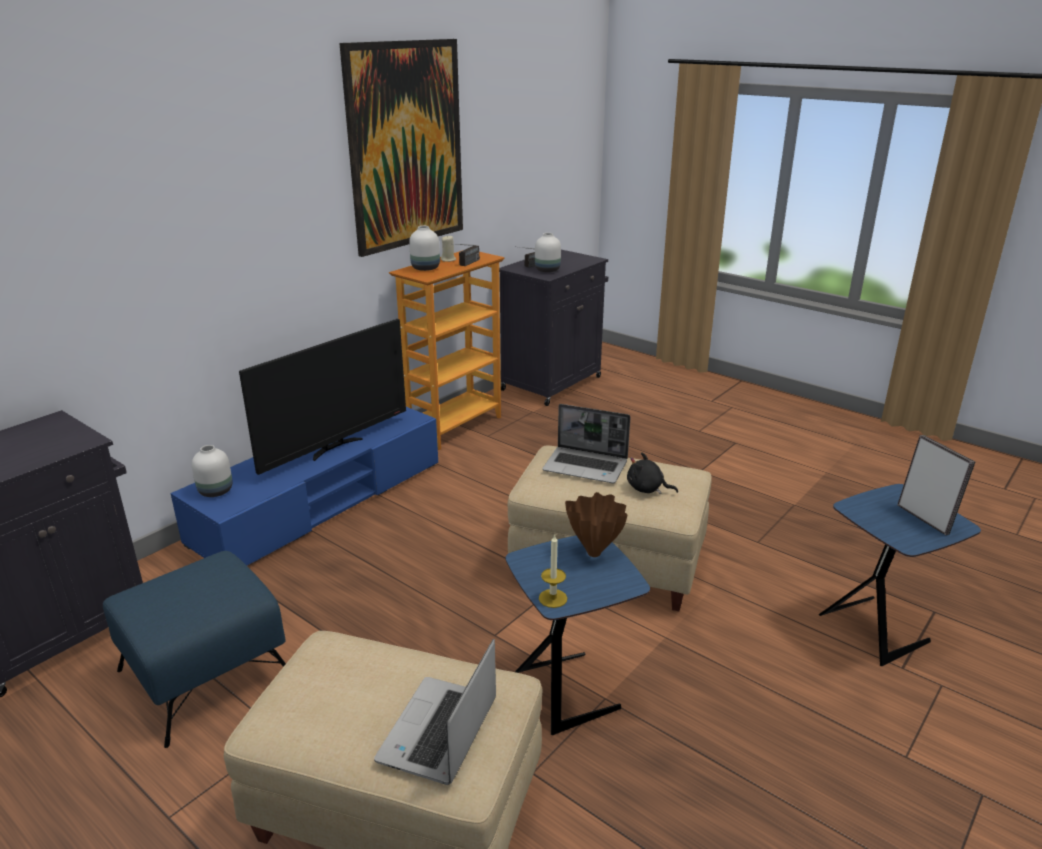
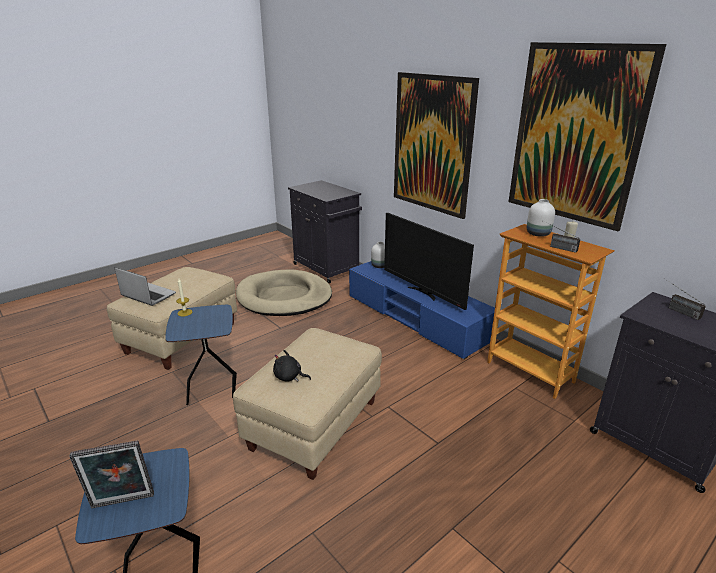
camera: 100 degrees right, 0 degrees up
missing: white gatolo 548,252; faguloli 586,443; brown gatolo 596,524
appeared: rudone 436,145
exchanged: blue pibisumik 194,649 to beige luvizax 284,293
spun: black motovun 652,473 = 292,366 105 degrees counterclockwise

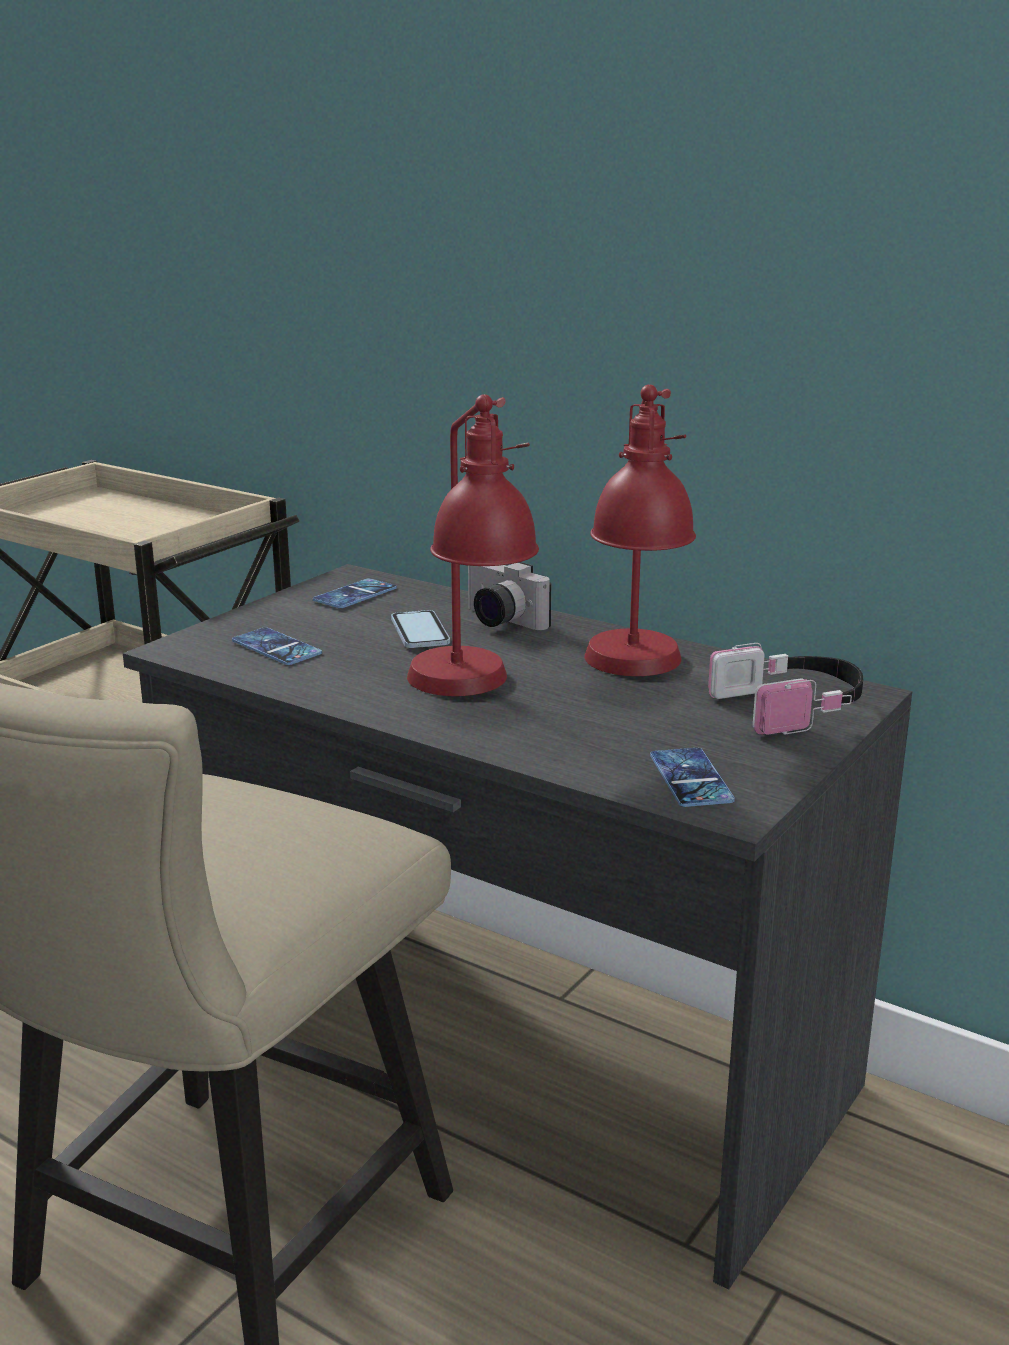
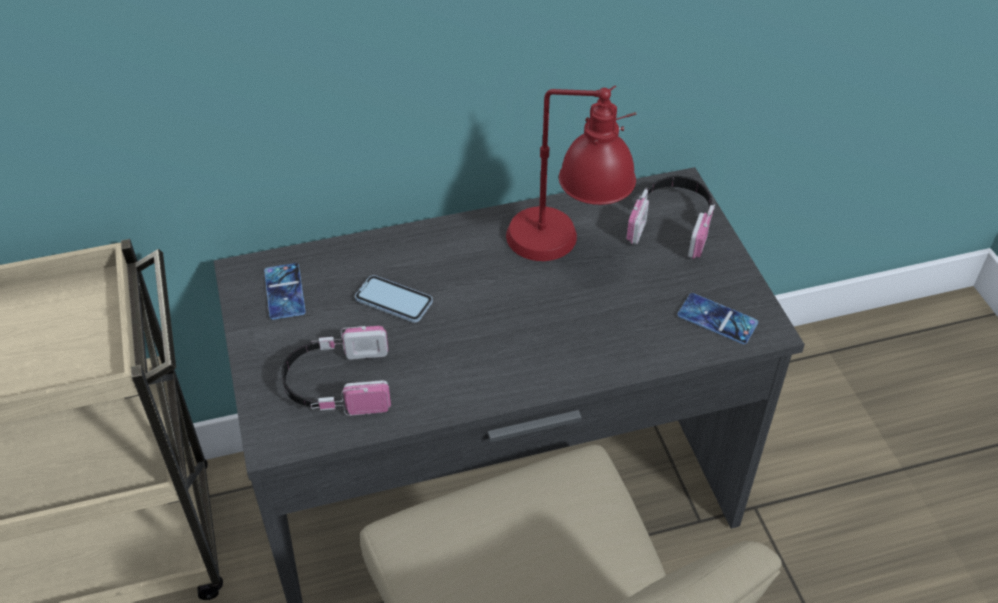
camera: 50 degrees left, 25 degrees up
missing: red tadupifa 473,545; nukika 508,596
exchanged: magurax 277,646 to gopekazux 336,371

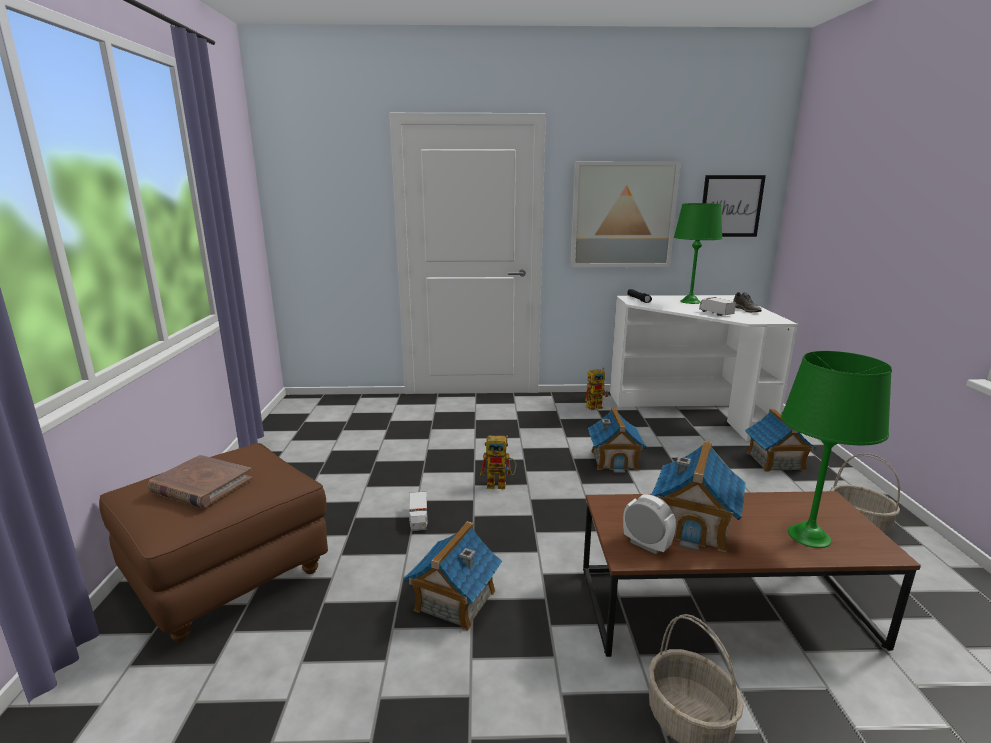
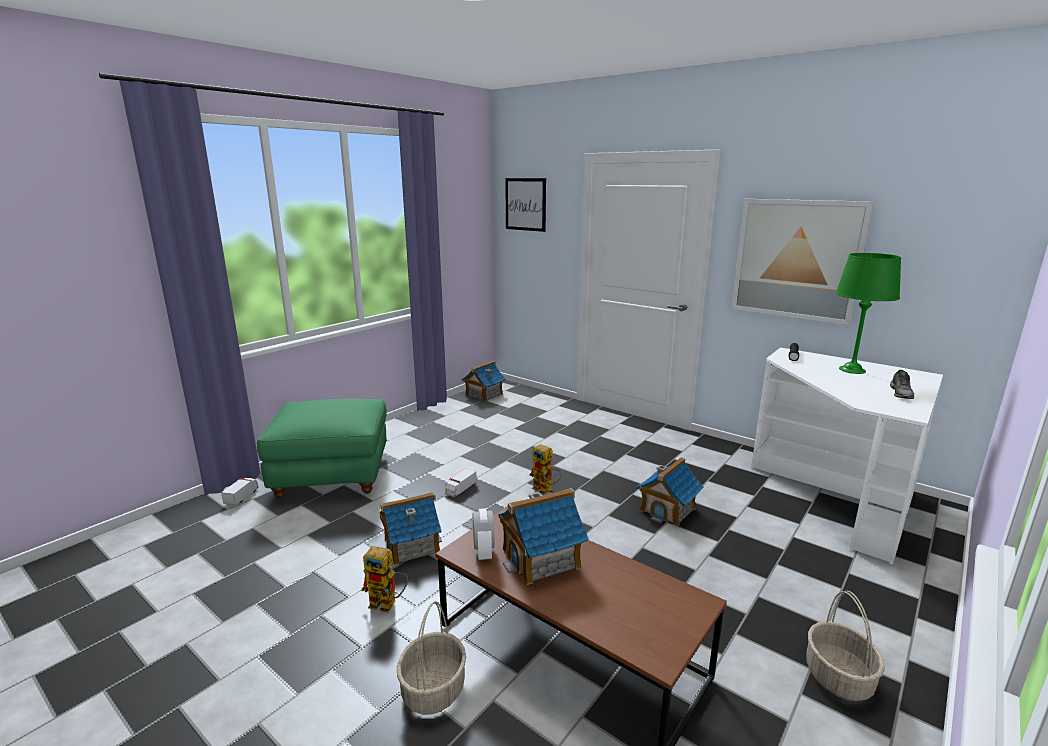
camera: 40 degrees right, 0 degrees up
missing: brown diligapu 200,481; green tadupifa 836,449
relocated: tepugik 597,389 to 384,579; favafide 717,306 to 239,491; rudone 734,206 to 525,205; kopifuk 781,440 to 484,381
colour: brown pibisumik 213,543 to green pibisumik 322,449

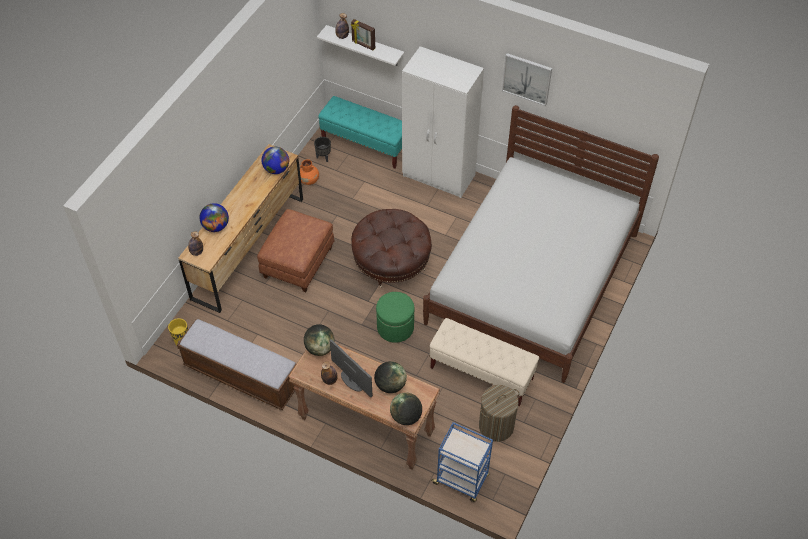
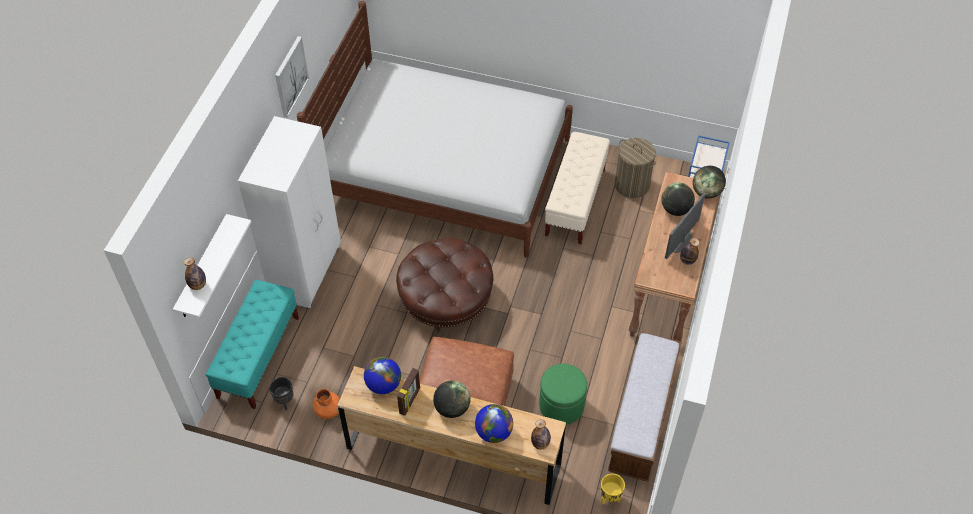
camera: 100 degrees left, 0 degrees up
relocated: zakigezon 319,340 to 452,399; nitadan 363,35 to 408,392; green pibisumik 395,317 to 563,394

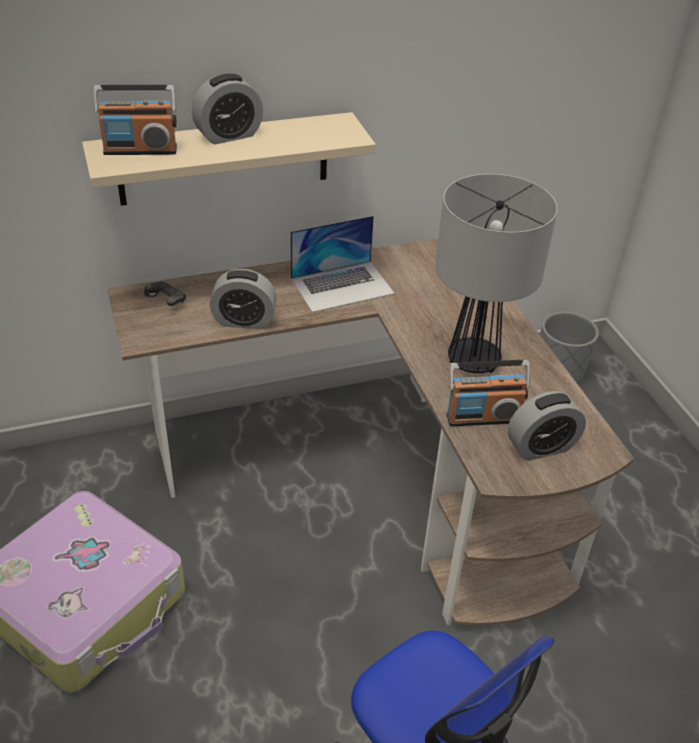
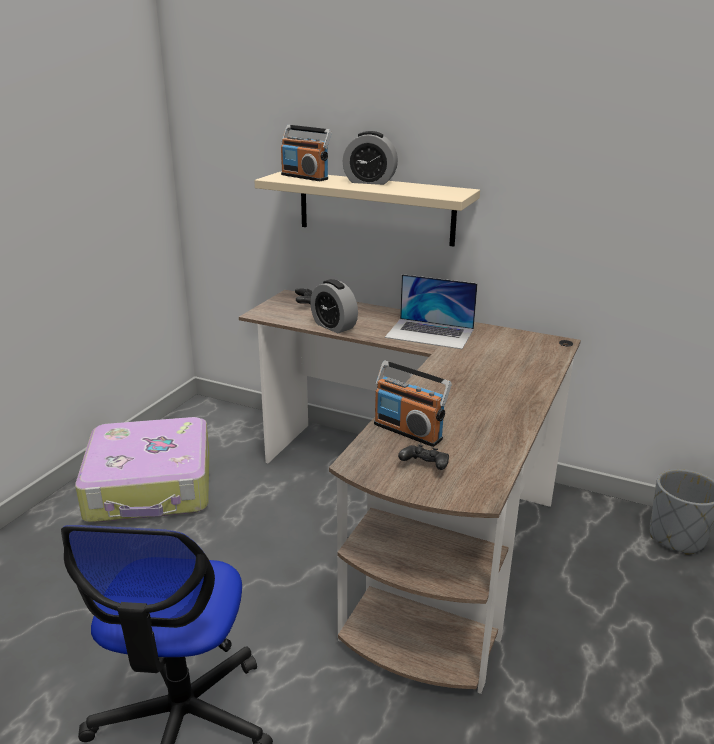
camera: 45 degrees right, 15 degrees down
missing: tadupifa 496,273
exchanged: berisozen 547,426 to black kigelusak 423,457

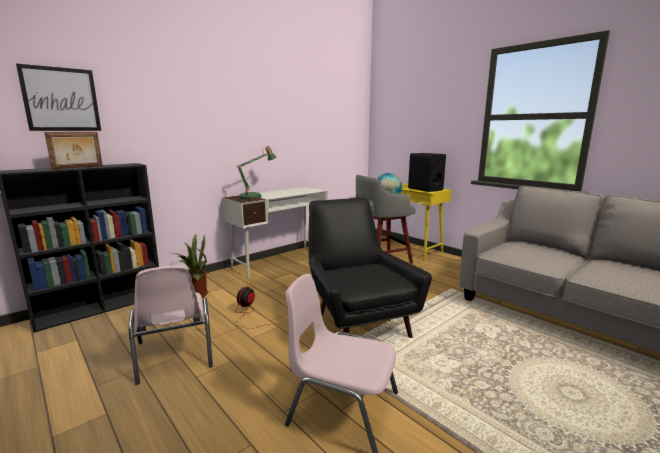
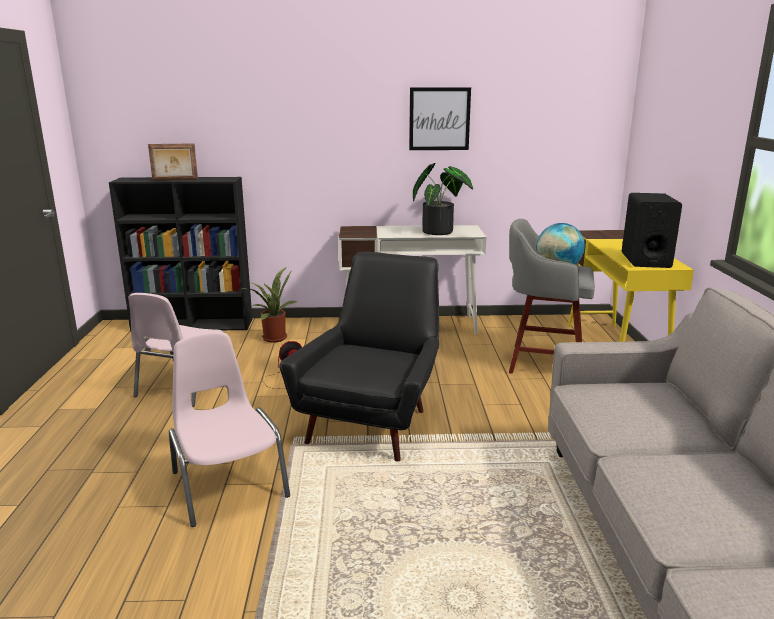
camera: 40 degrees right, 5 degrees up
missing: tadupifa 256,172
appeared: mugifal 443,199
relocated: rudone 58,97 to 440,118

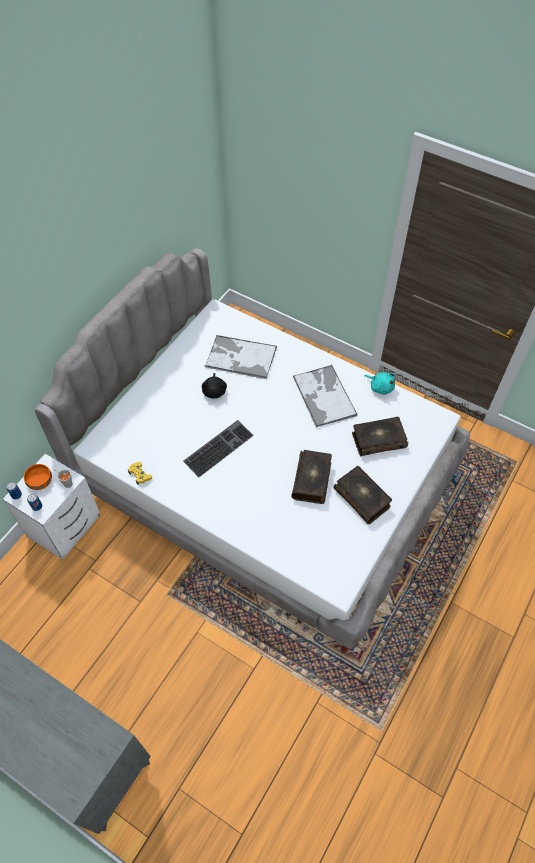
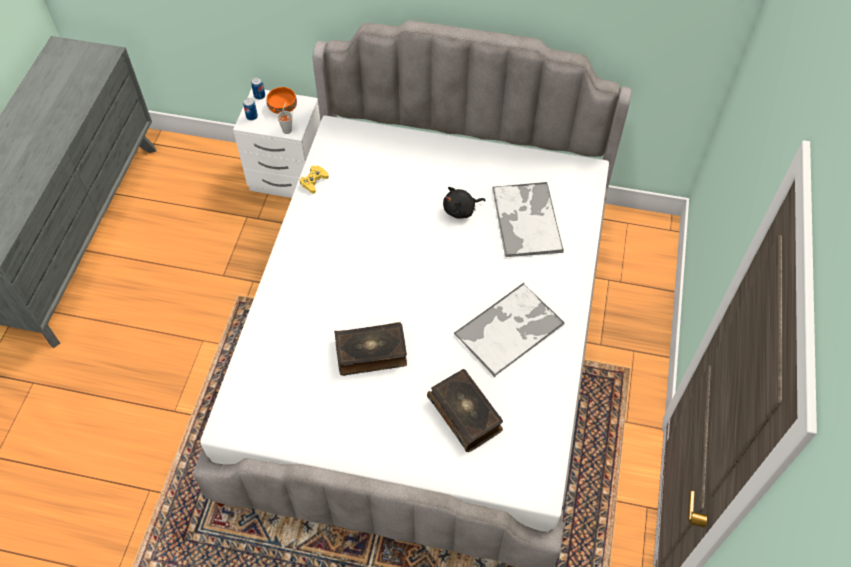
camera: 70 degrees right, 0 degrees up
missing: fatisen 218,448; diligapu 363,495; turquoise motovun 380,383

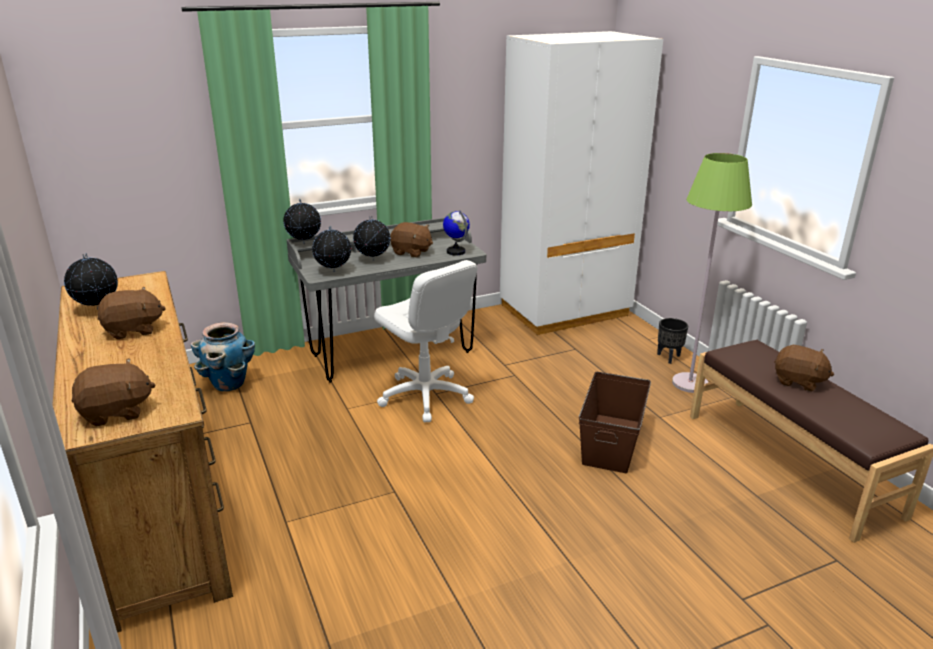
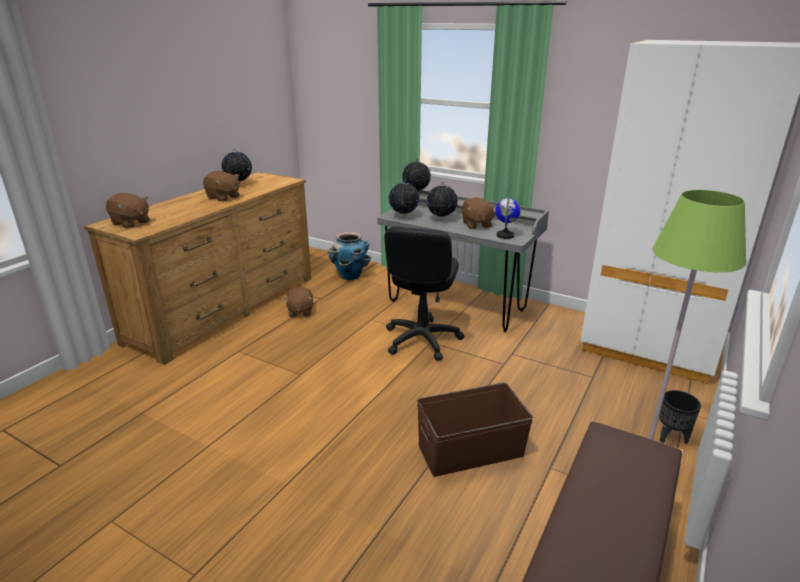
camera: 55 degrees right, 0 degrees up
relocated: brown motovun 804,368 to 298,302
colour: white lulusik 426,341 to black lulusik 424,293

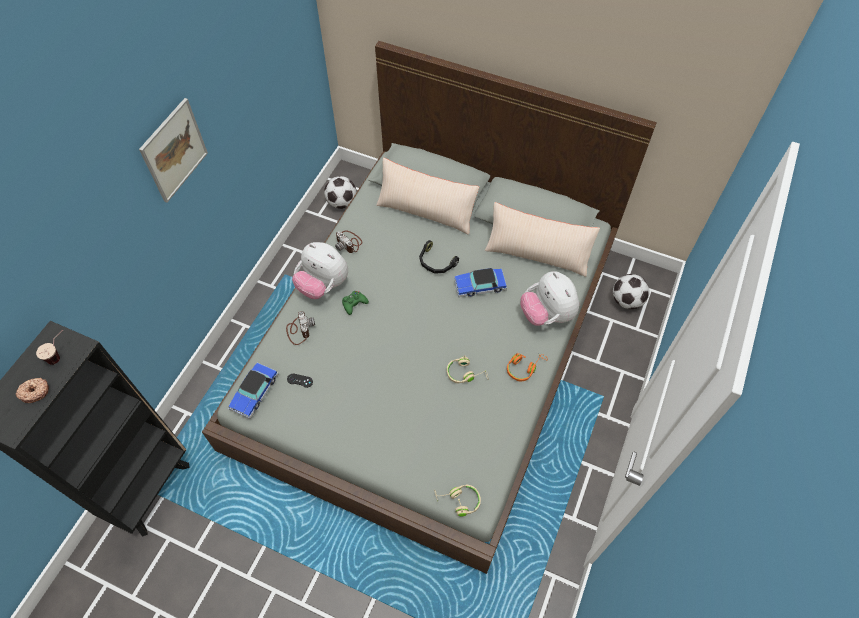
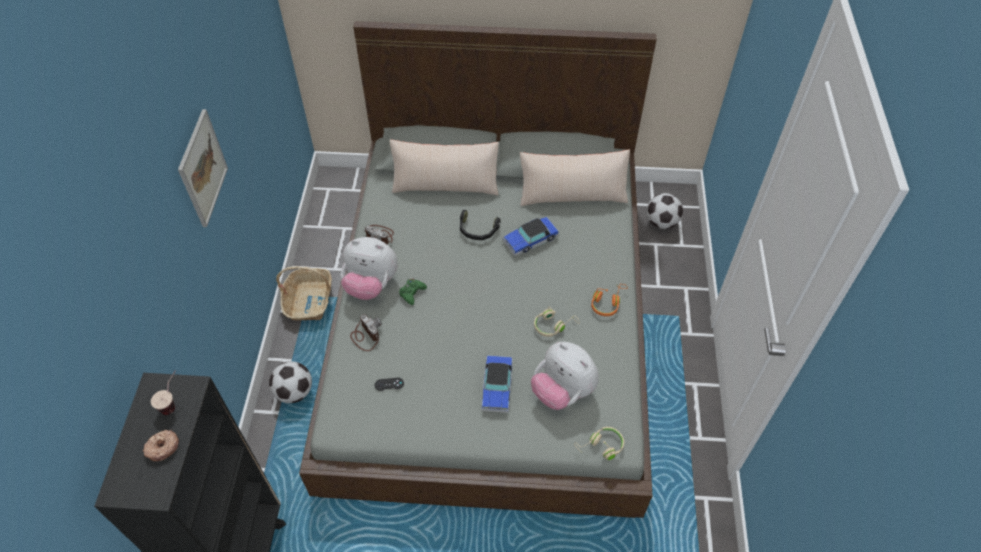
camera: 20 degrees left, 5 degrees down
appeared: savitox 304,293
relocated: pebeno 253,391 to 497,384; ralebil 340,192 to 290,382; motovun 549,298 to 565,376

